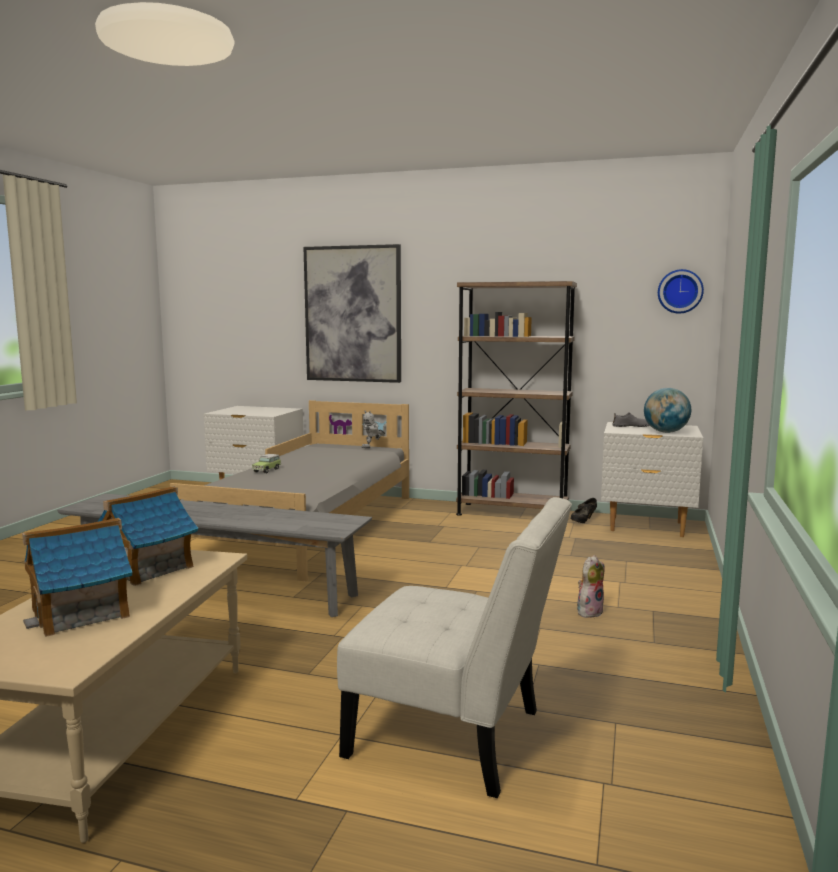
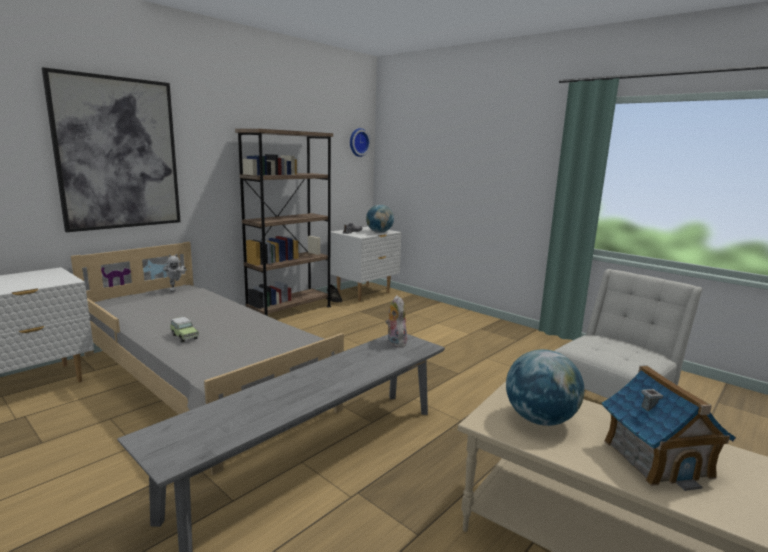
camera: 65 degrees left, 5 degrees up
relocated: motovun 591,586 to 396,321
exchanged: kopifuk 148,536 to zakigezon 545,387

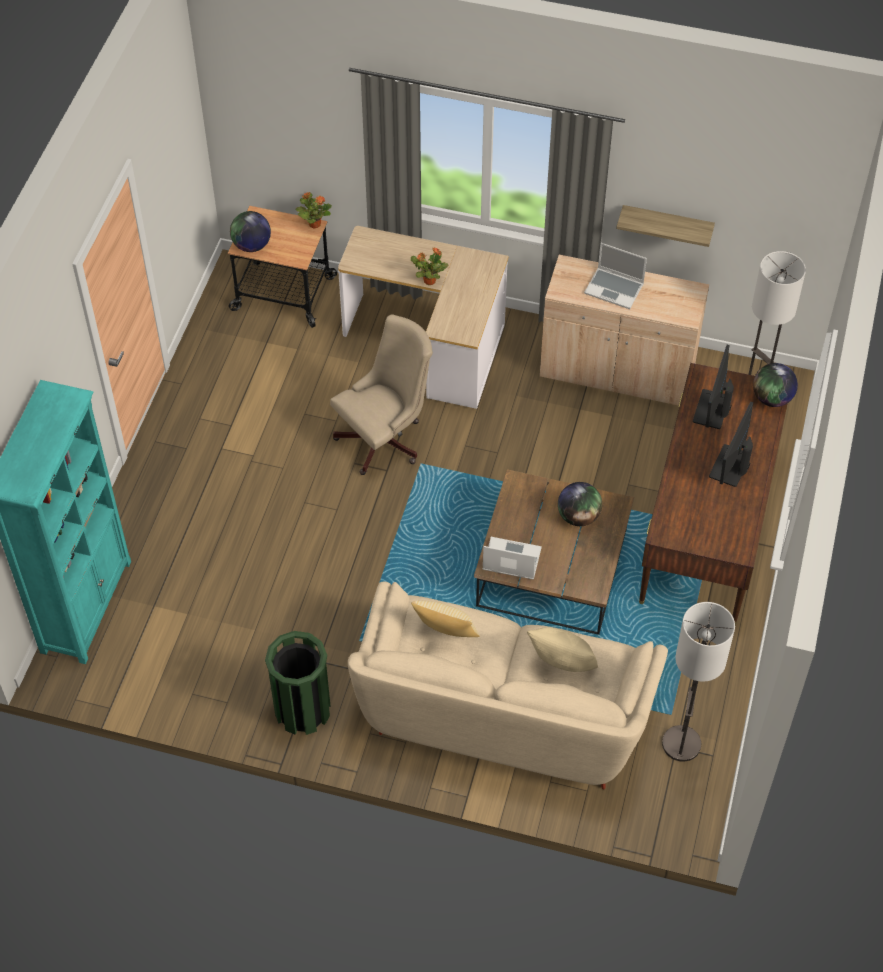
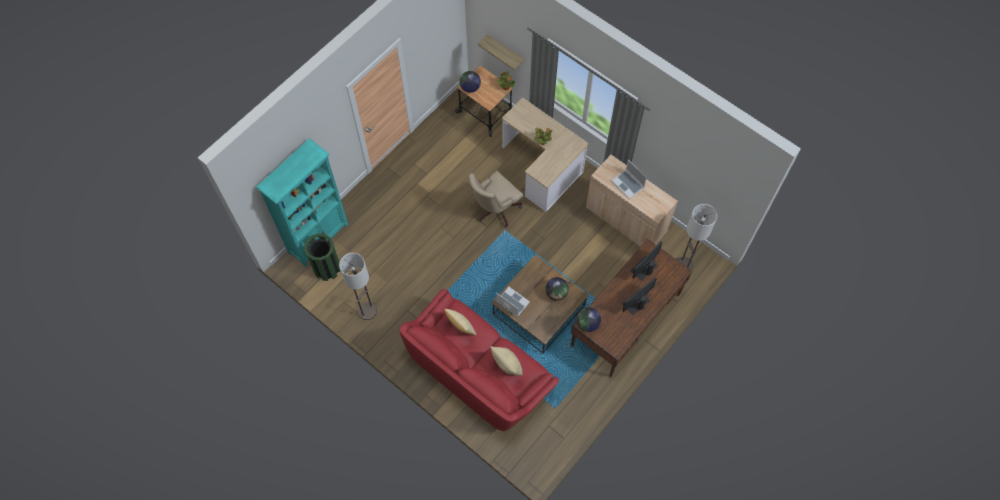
camera: 25 degrees right, 10 degrees up
relocated: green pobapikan 298,683 to 322,257; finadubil 665,226 to 501,52; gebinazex 698,682 to 358,286; zakigezon 775,385 to 589,319
colour: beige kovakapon 508,685 to red kovakapon 479,360
spun: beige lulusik 381,394 = 496,199 150 degrees clockwise

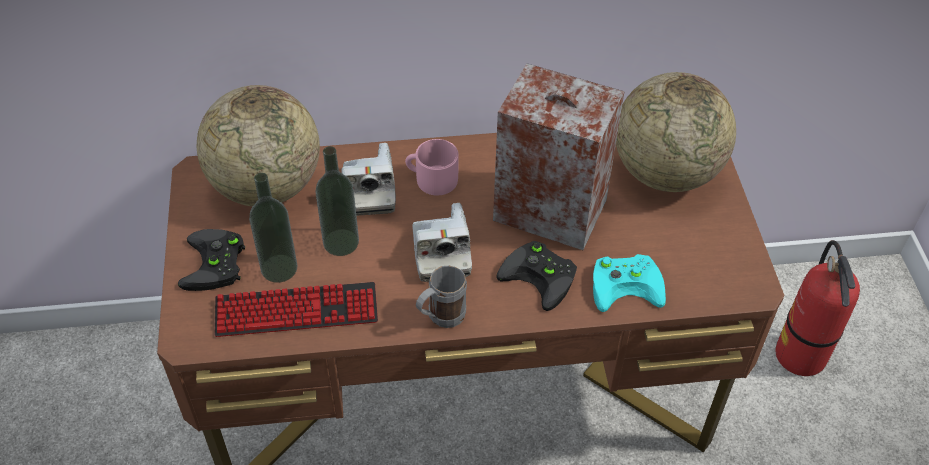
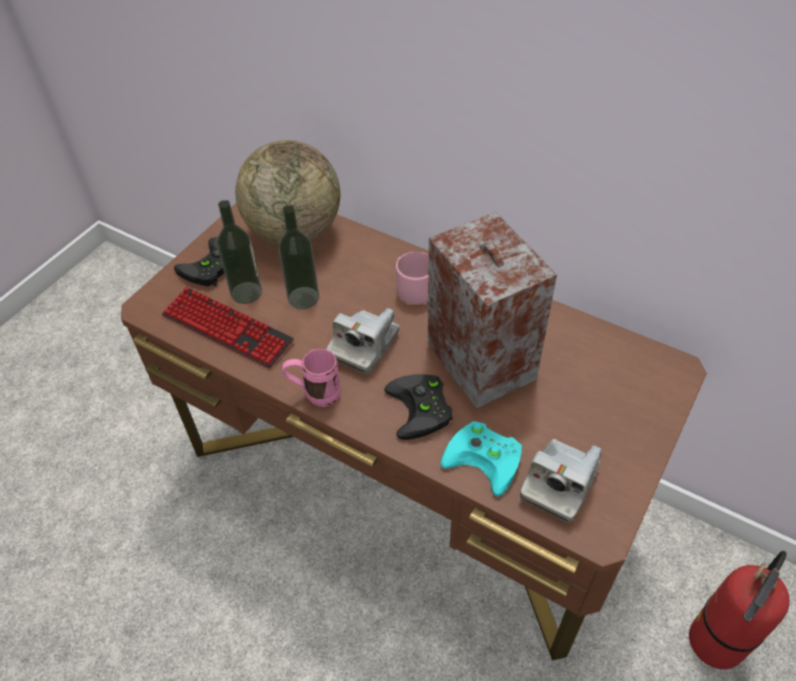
camera: 40 degrees right, 0 degrees up
missing: zakigezon 676,132
relocated: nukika 368,179 to 561,481
colour: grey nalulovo 441,297 to pink nalulovo 311,378

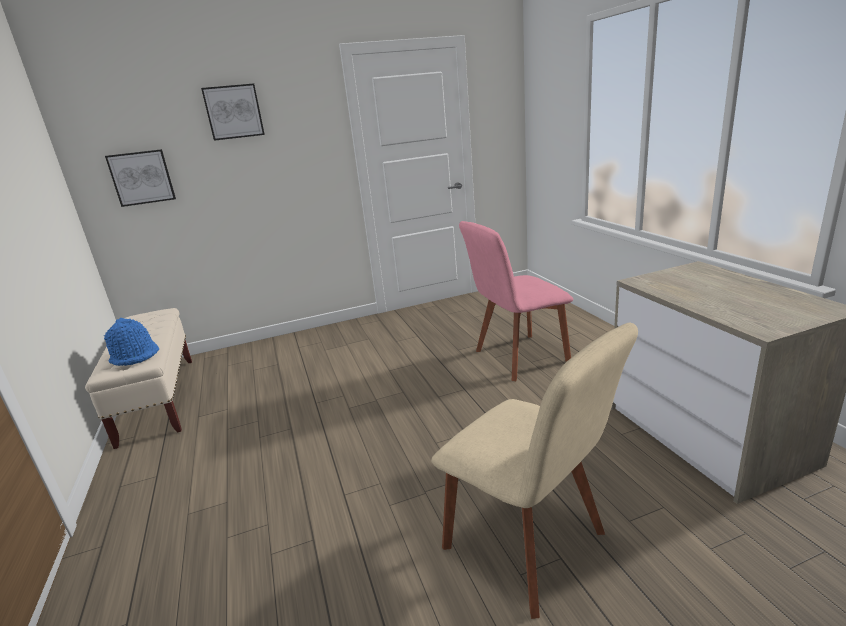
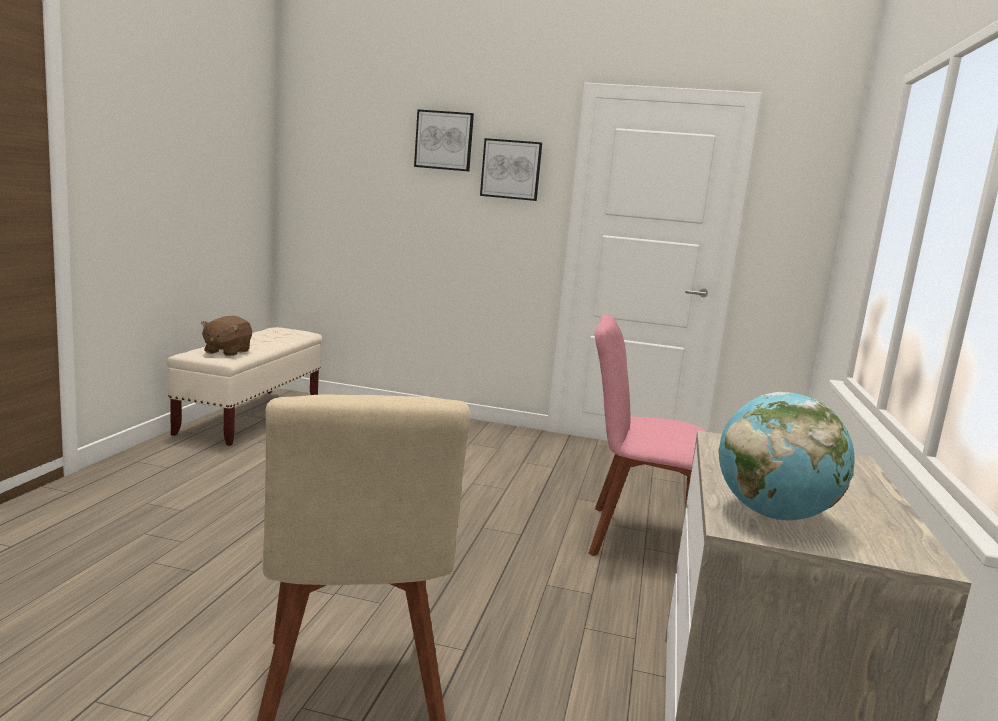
camera: 30 degrees right, 10 degrees down
appeared: zakigezon 787,456
relocated: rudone 140,178 to 511,169
exchanged: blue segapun 131,342 to brown motovun 226,336

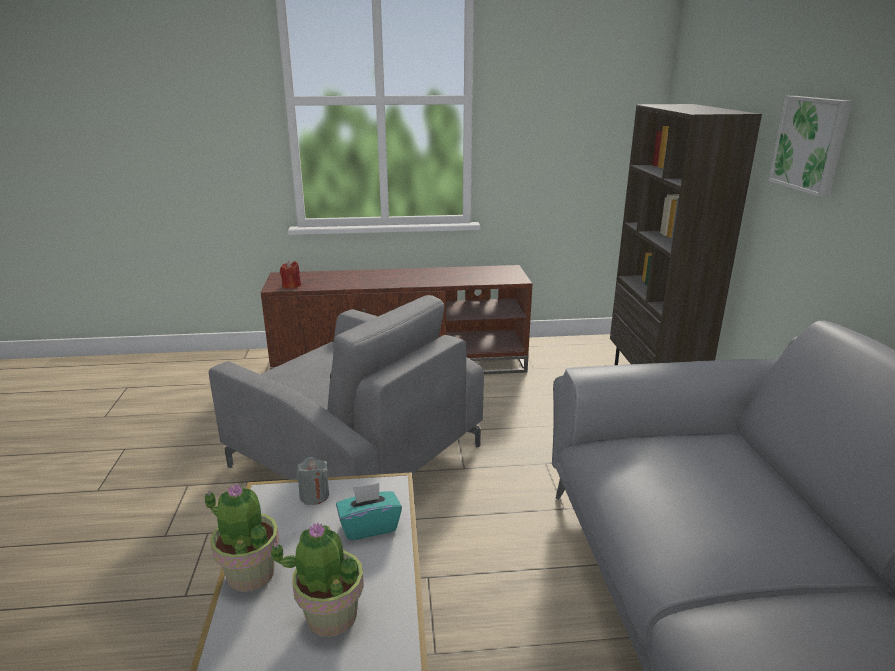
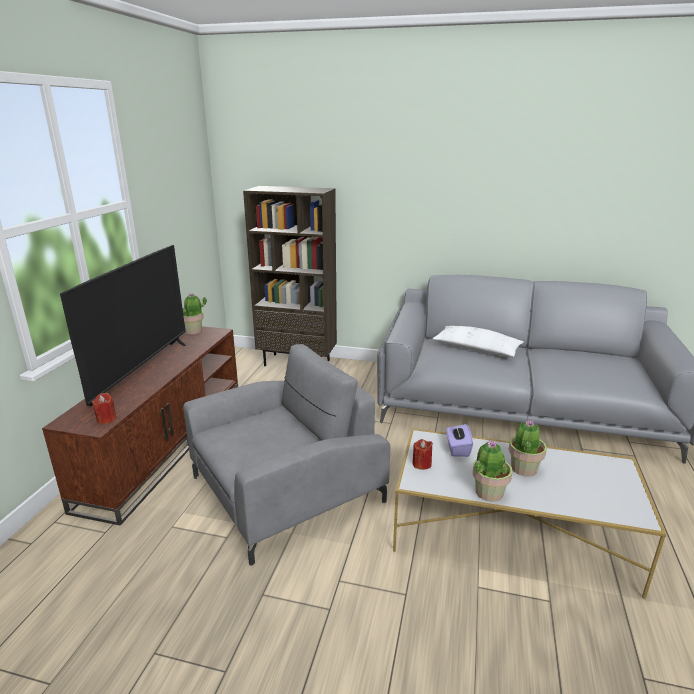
camera: 70 degrees left, 0 degrees up
missing: rudone 810,146
appeared: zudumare 123,325; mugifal 195,313; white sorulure 478,341
colour: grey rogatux 312,481 to red rogatux 422,454; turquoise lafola 369,512 to purple lafola 459,440

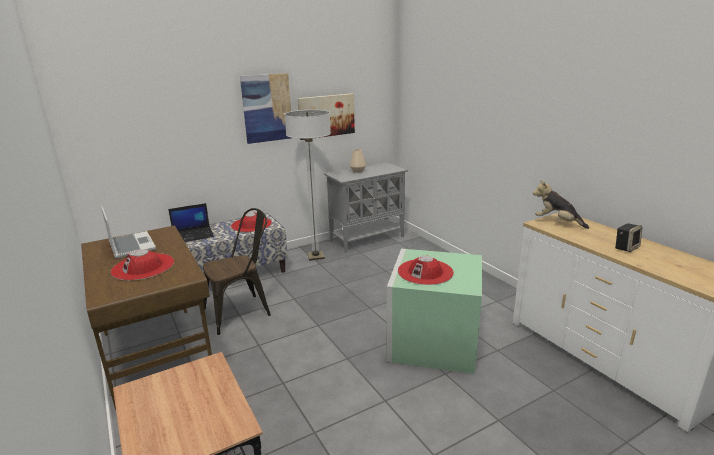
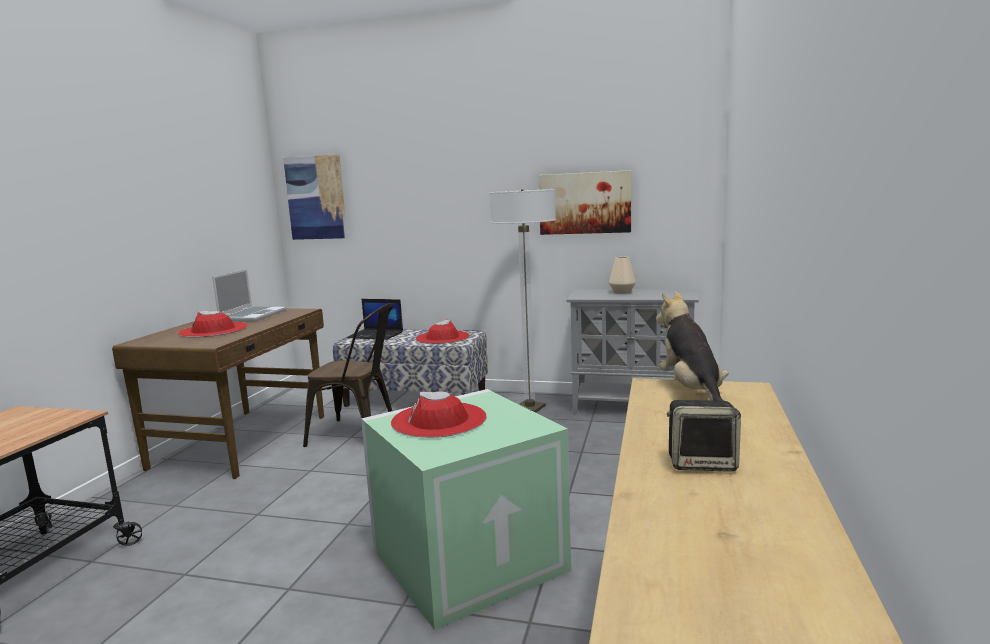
camera: 45 degrees right, 10 degrees down
relocated: rudone 265,108 to 315,197

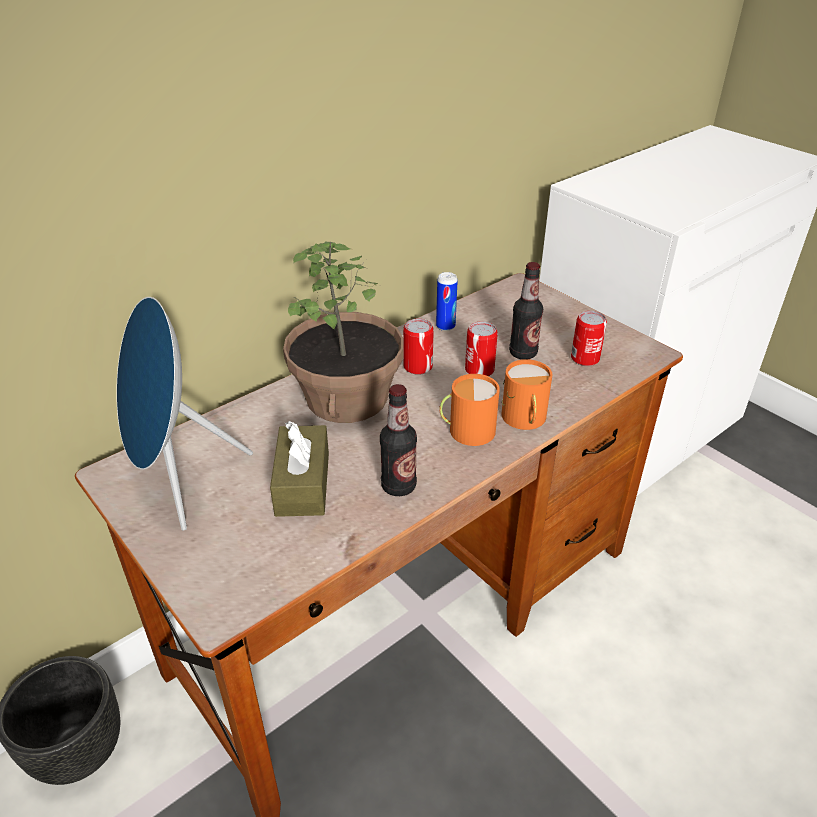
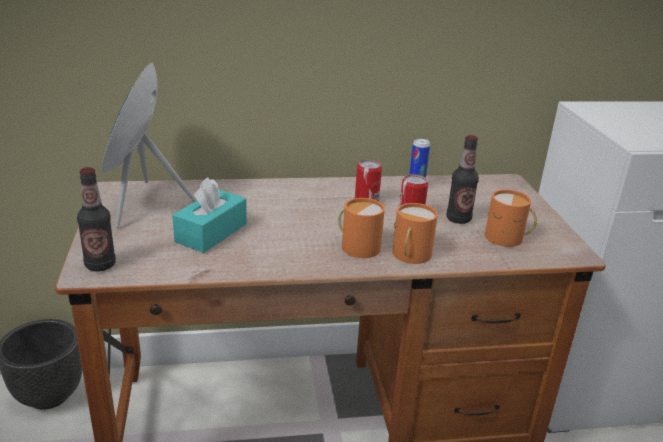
camera: 30 degrees right, 10 degrees down
missing: mugifal 343,332
relocated: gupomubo 398,440 to 96,219
exchanged: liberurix 589,338 to orange nalulovo 511,218
colour: brown lafola 299,469 to turquoise lafola 209,215

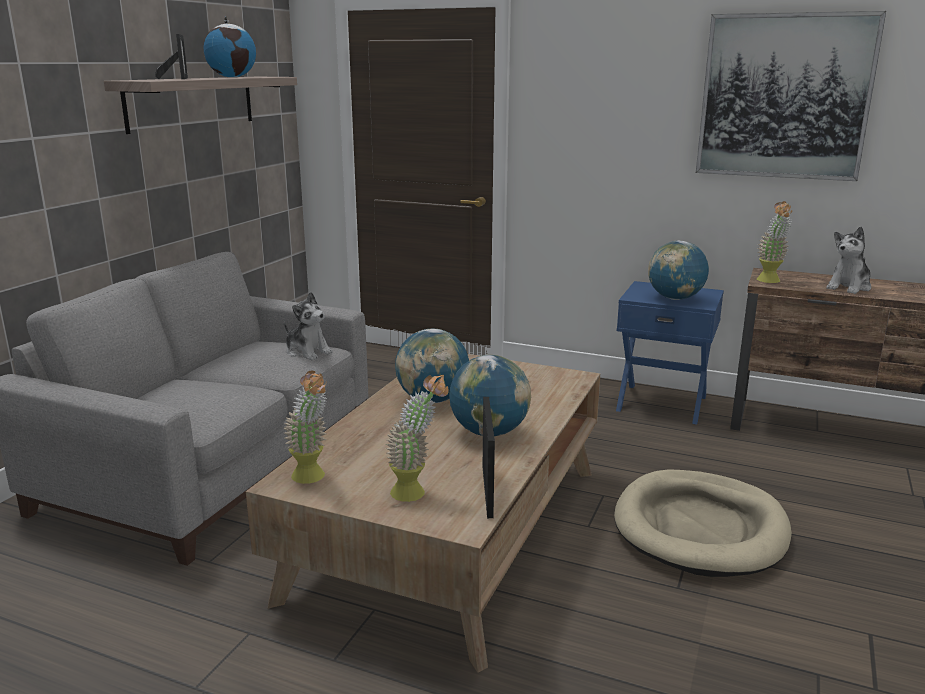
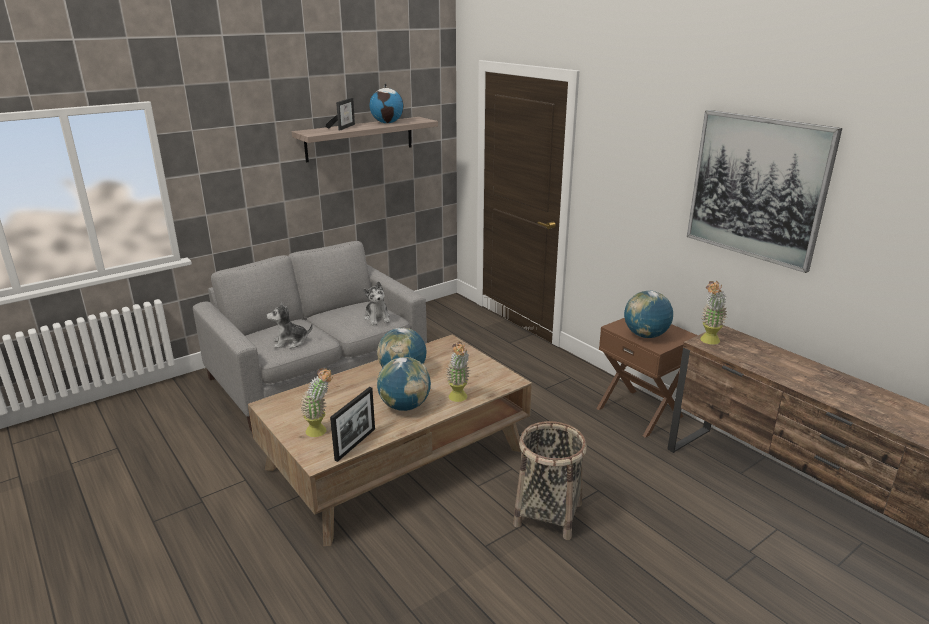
camera: 30 degrees right, 5 degrees up
relocated: mugifal 305,427 to 458,372; motovun 848,260 to 289,325
exchanged: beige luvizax 703,523 to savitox 550,480
colour: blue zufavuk 670,352 to brown zufavuk 647,378

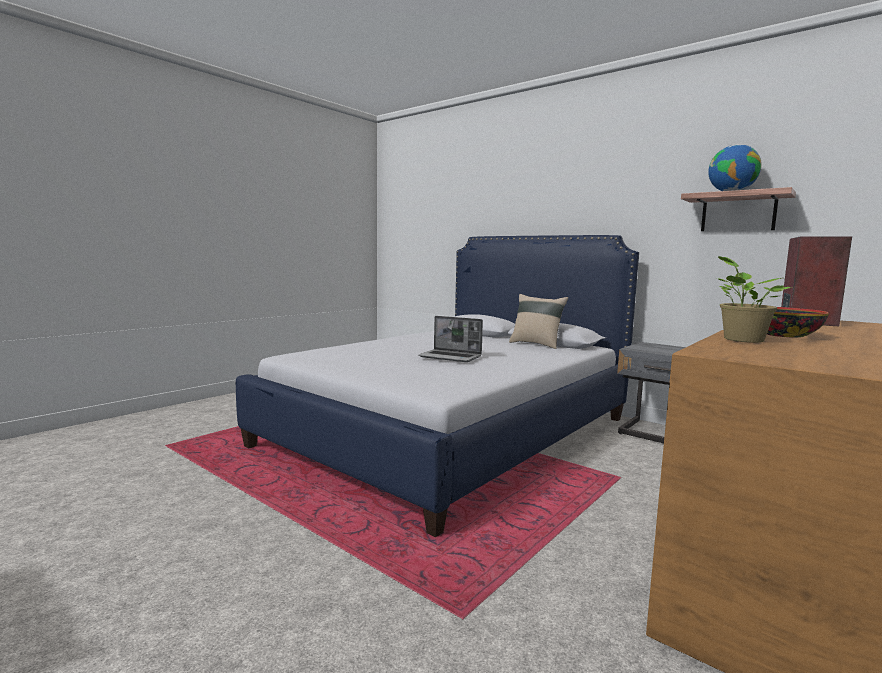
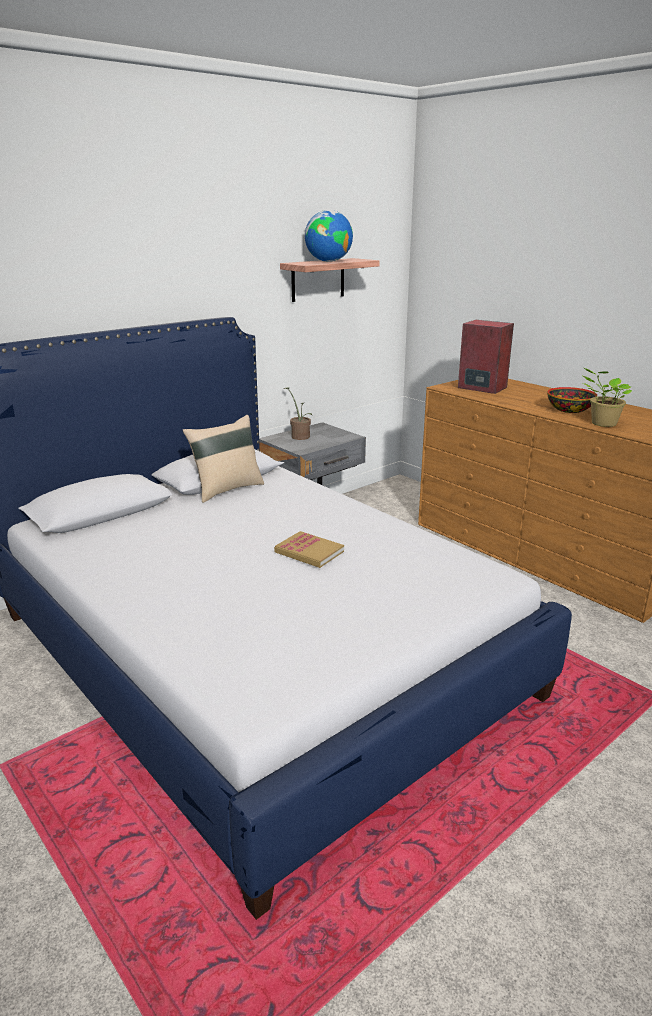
camera: 80 degrees left, 15 degrees up
appeared: mugifal 298,413
exchanged: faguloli 450,339 to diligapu 309,549

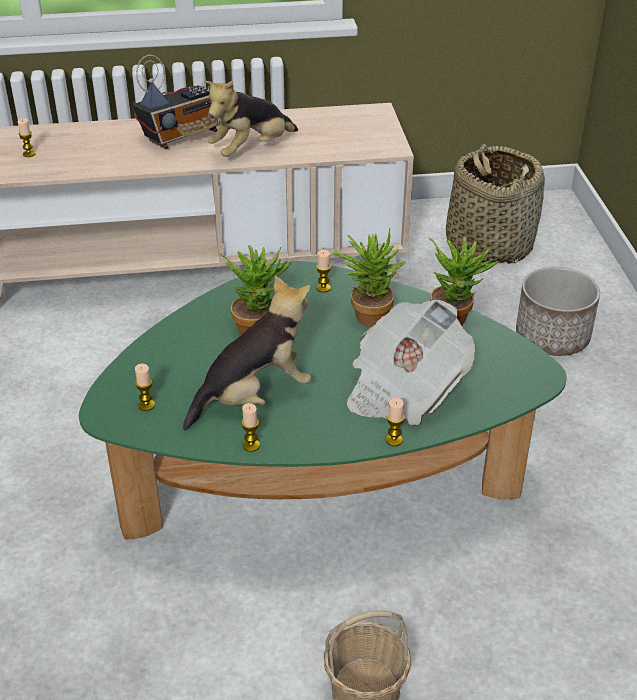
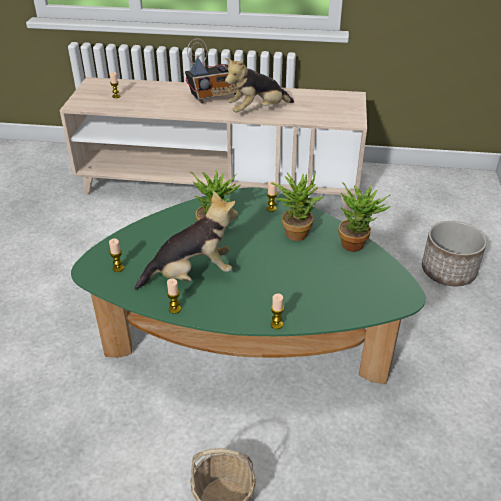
camera: 15 degrees right, 0 degrees up
missing: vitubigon 411,362; savitox 495,204

